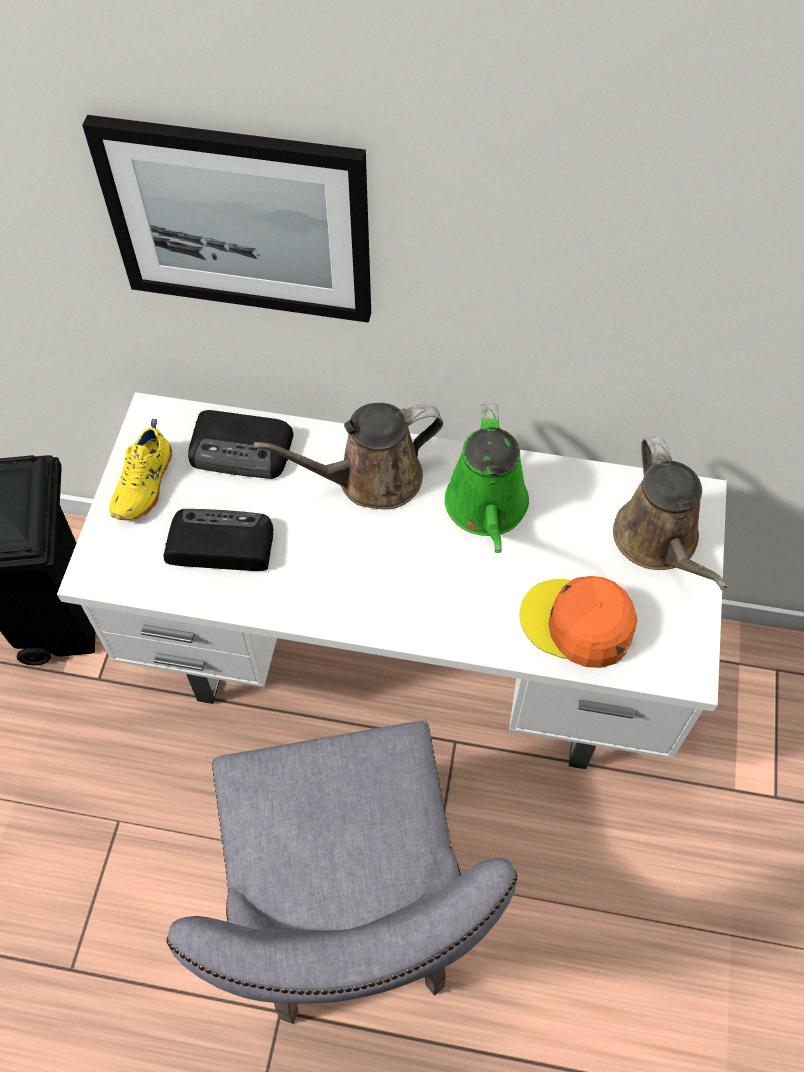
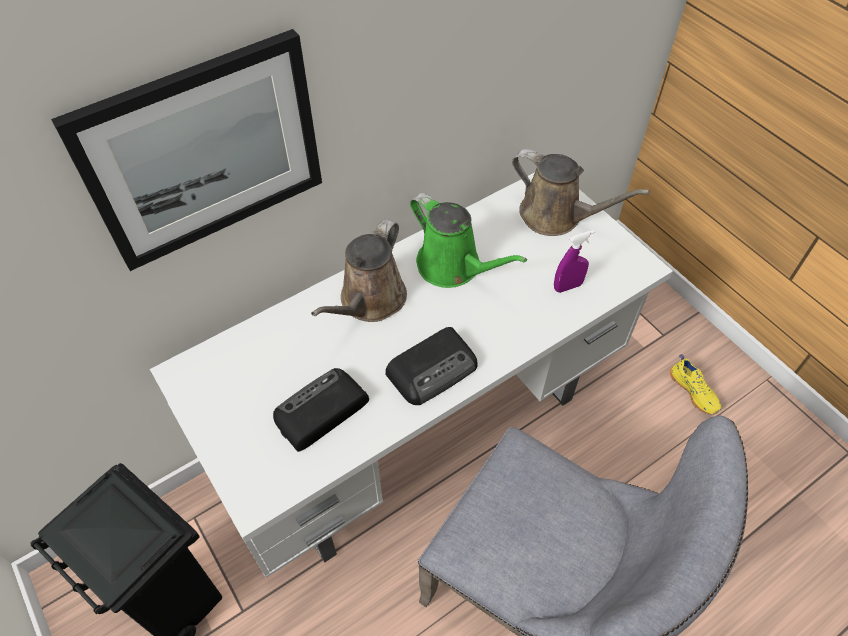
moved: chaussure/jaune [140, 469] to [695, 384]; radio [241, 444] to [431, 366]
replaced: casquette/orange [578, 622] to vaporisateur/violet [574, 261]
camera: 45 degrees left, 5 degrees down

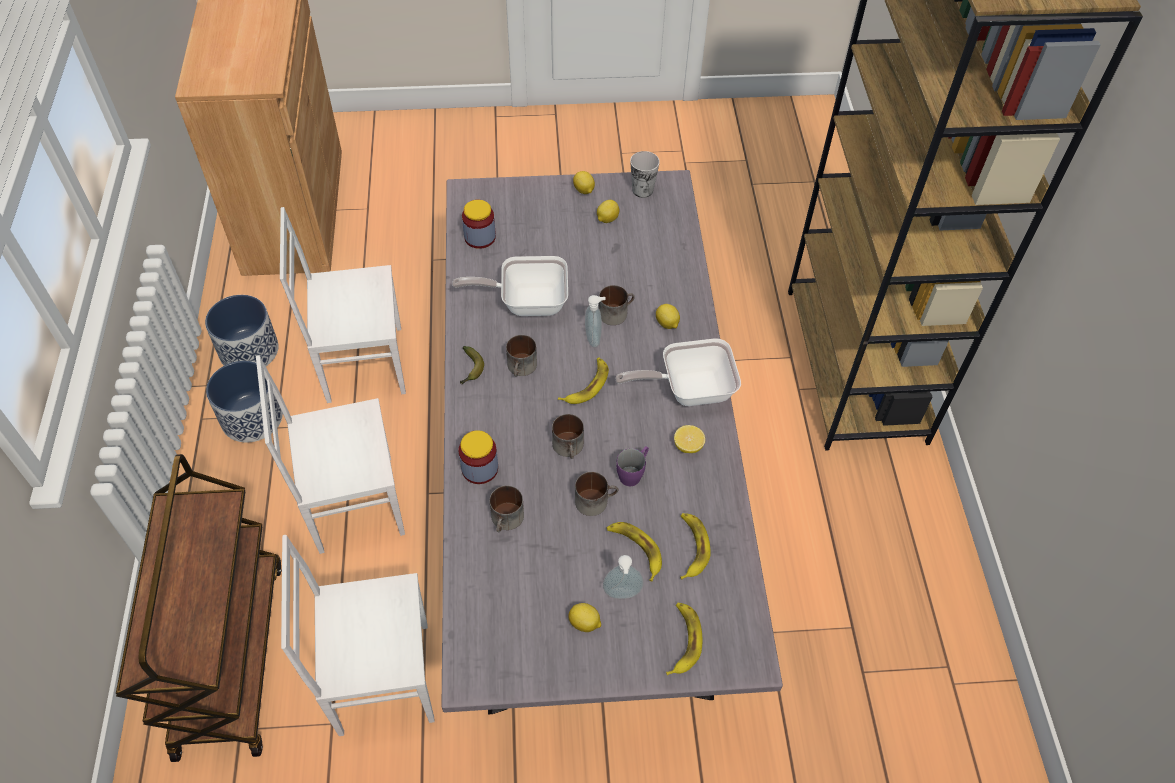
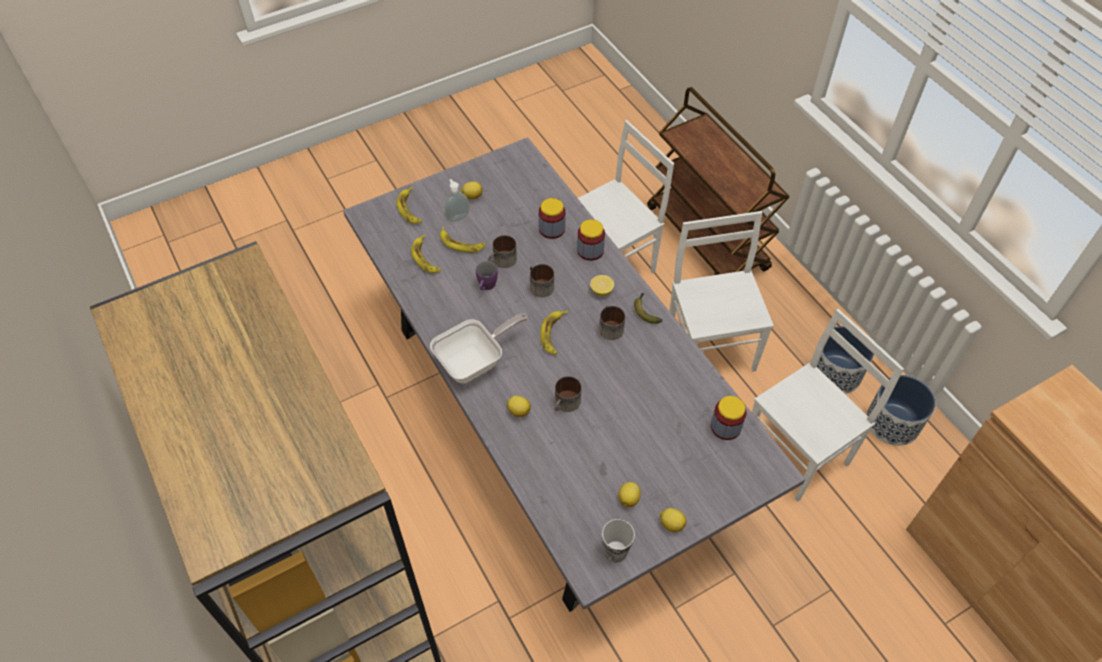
removed: poêle [510, 286]; distributeur de savon [595, 321]
moved: citron [689, 439] to [602, 285]
replaced: mug [507, 509] to bocal [552, 218]
turned: chaise/blanc [330, 454] = [721, 291] 60 degrees counterclockwise
camera: 155 degrees right, 0 degrees up

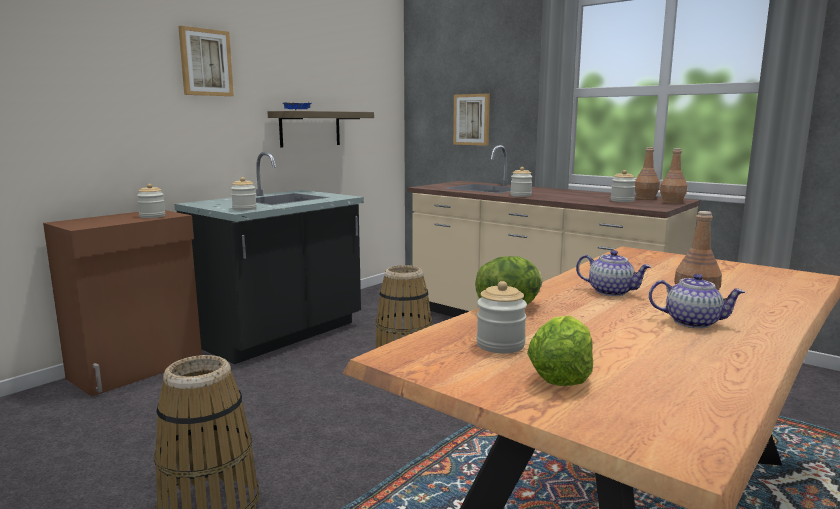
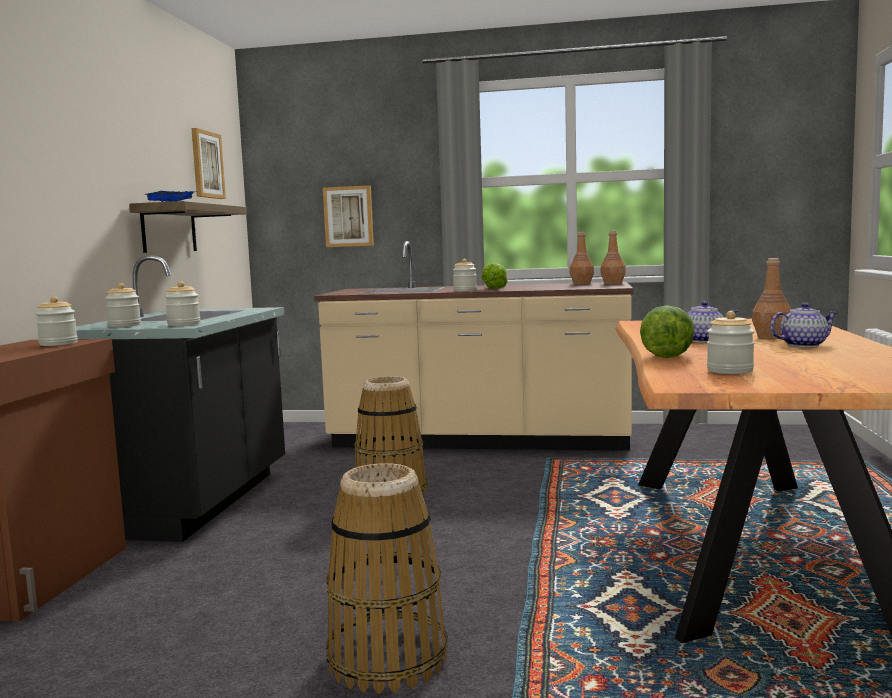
moved: tableau [206, 61] to [208, 163]; laitue [560, 350] to [494, 275]; bocal [623, 186] to [123, 305]
camera: 30 degrees left, 5 degrees down

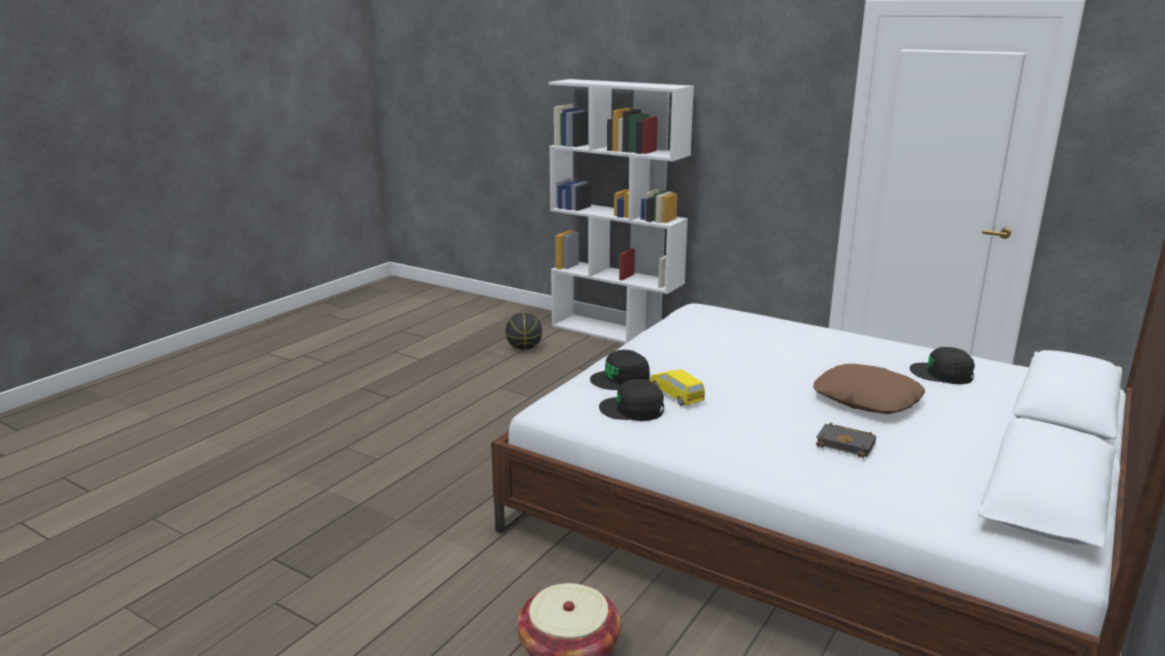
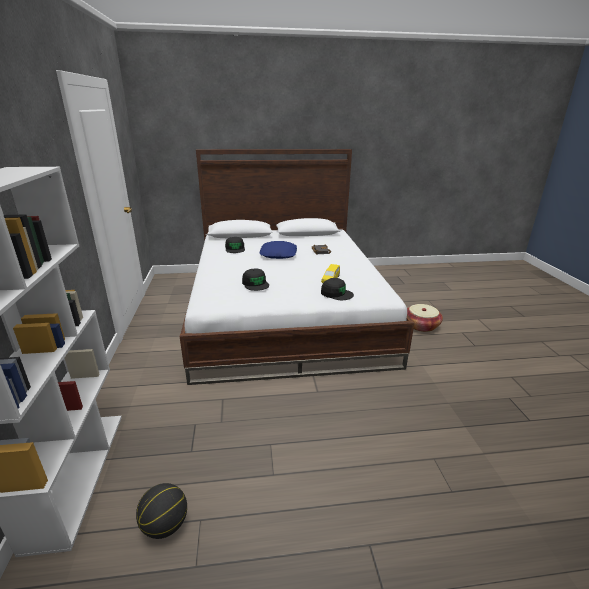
moved: casquette/noir [631, 400] to [255, 279]
recoloured: coussin/marron [869, 389] to coussin/bleu [278, 250]
camera: 130 degrees left, 5 degrees up

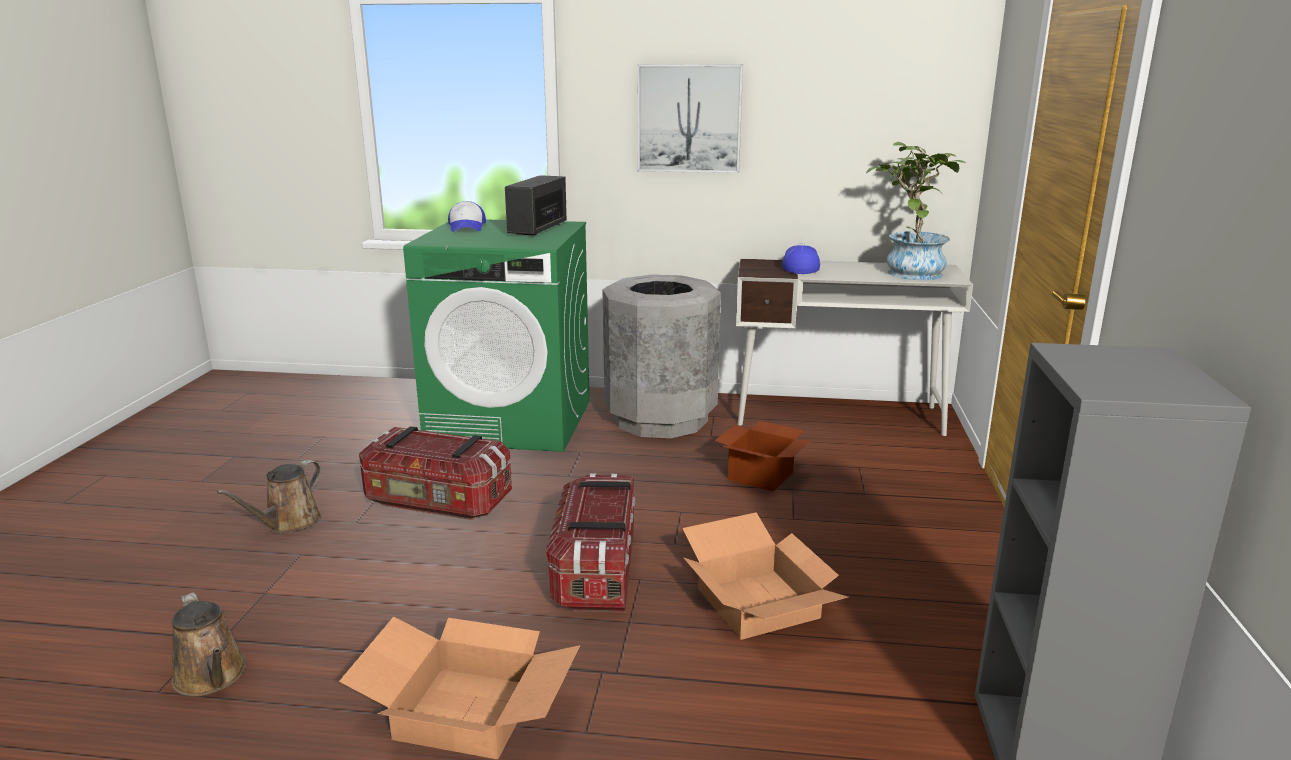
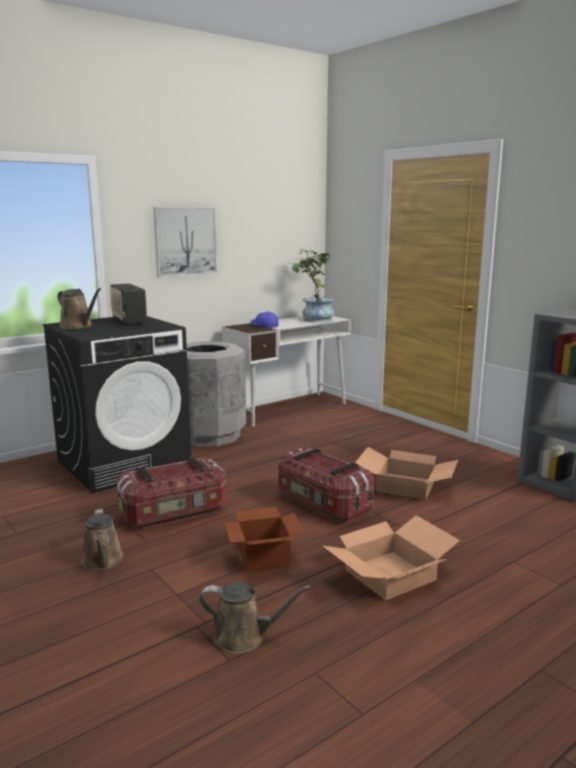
moved: carton [762, 456] to [264, 539]
replaced: casquette [467, 216] to arrosoir/marron [79, 308]
recoloured: lave-linge/vert [496, 336] to lave-linge/noir [117, 404]
camera: 45 degrees left, 5 degrees down

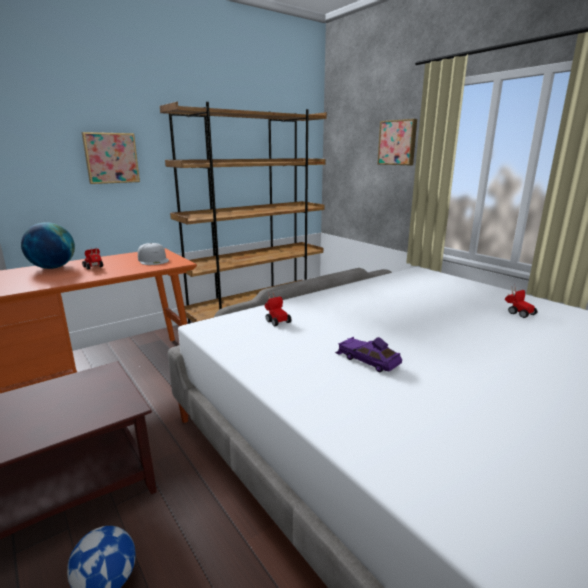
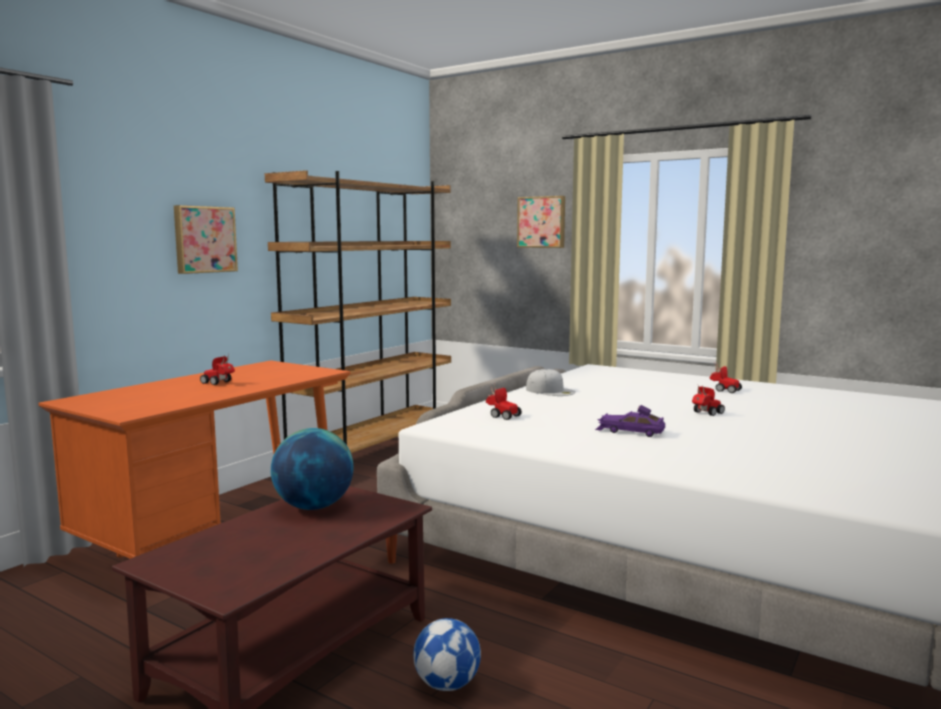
added: petite voiture [708, 401]
moved: globe [48, 245] to [312, 469]; casquette/blanc [153, 254] to [551, 382]
camera: 20 degrees left, 10 degrees down

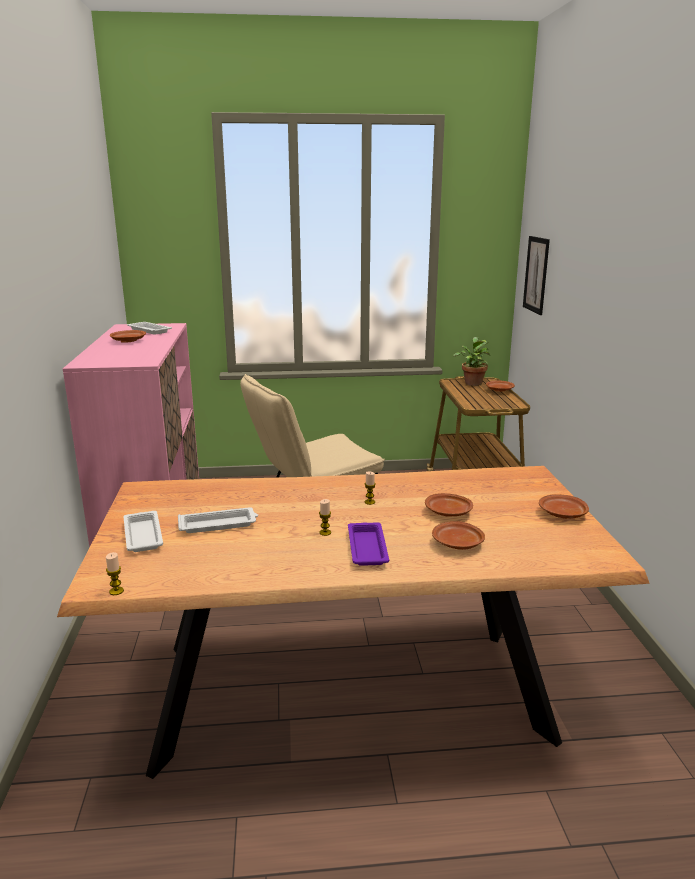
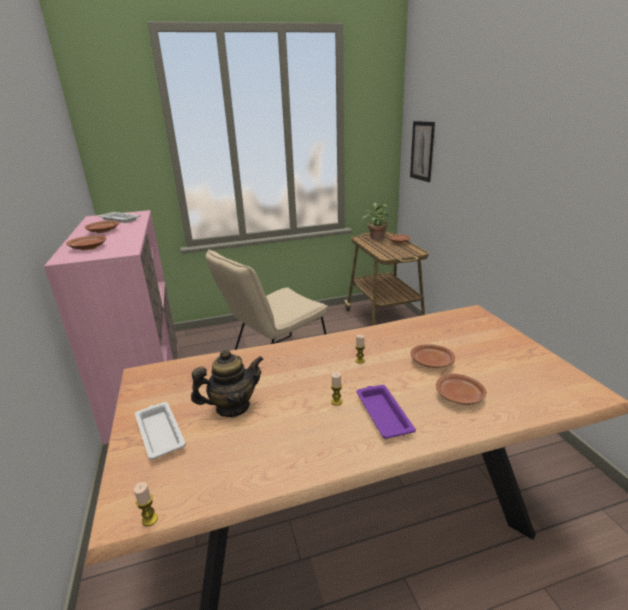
moved: assiette/marron [564, 506] to [86, 242]
replaced: plateau/blanc [218, 520] to théière [227, 383]
camera: 10 degrees left, 5 degrees up

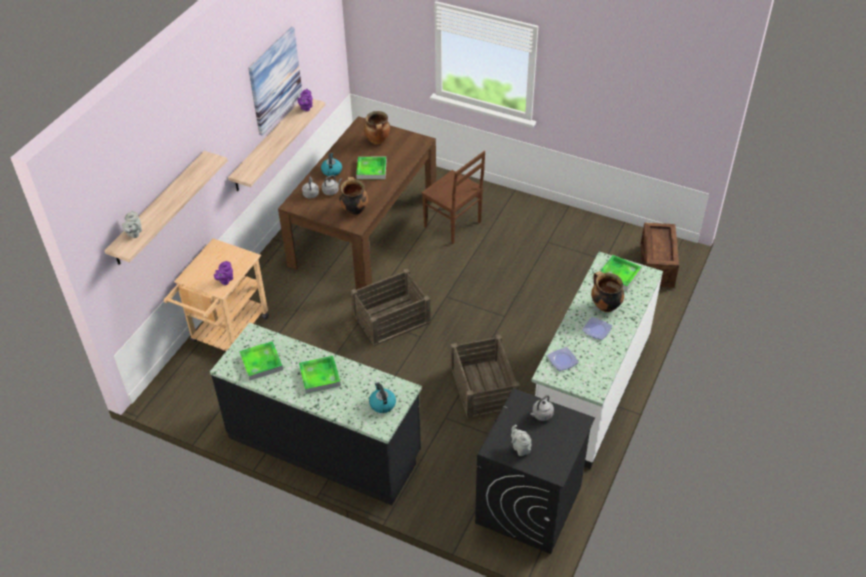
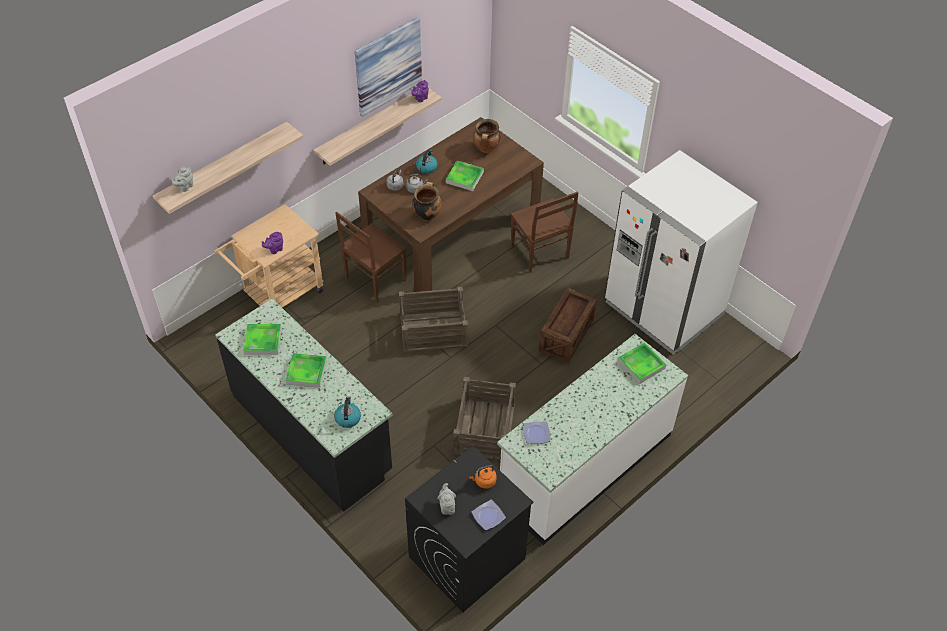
removed: marmite [607, 291]
added: chaise/marron [371, 257]; réfrigérateur/blanc [681, 252]
moved: assiette [597, 328] to [488, 515]; caisse [659, 255] to [568, 326]
recoloured: bouilloire/gris [542, 408] to bouilloire/orange [483, 477]
camera: 20 degrees right, 5 degrees up

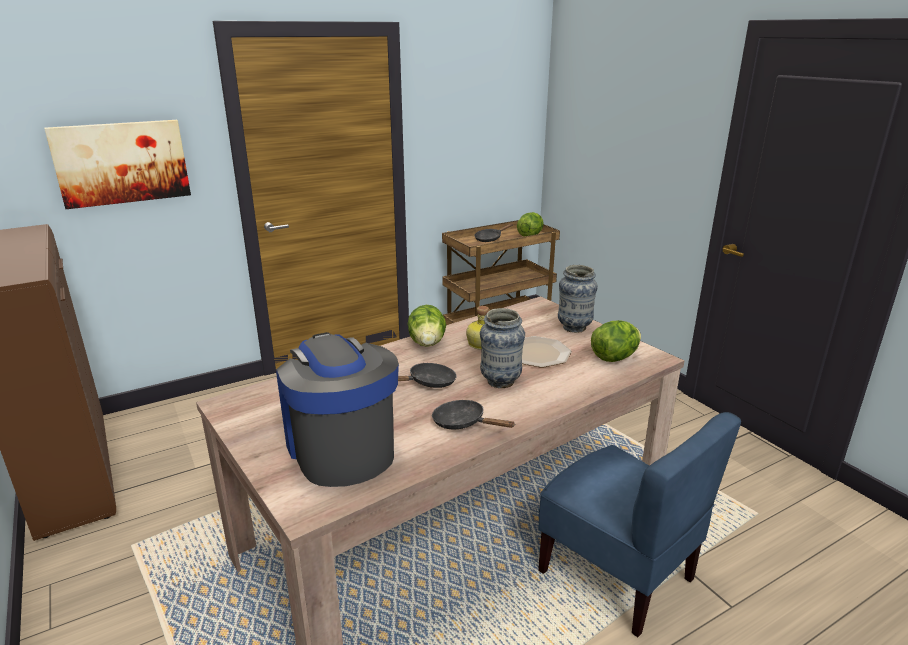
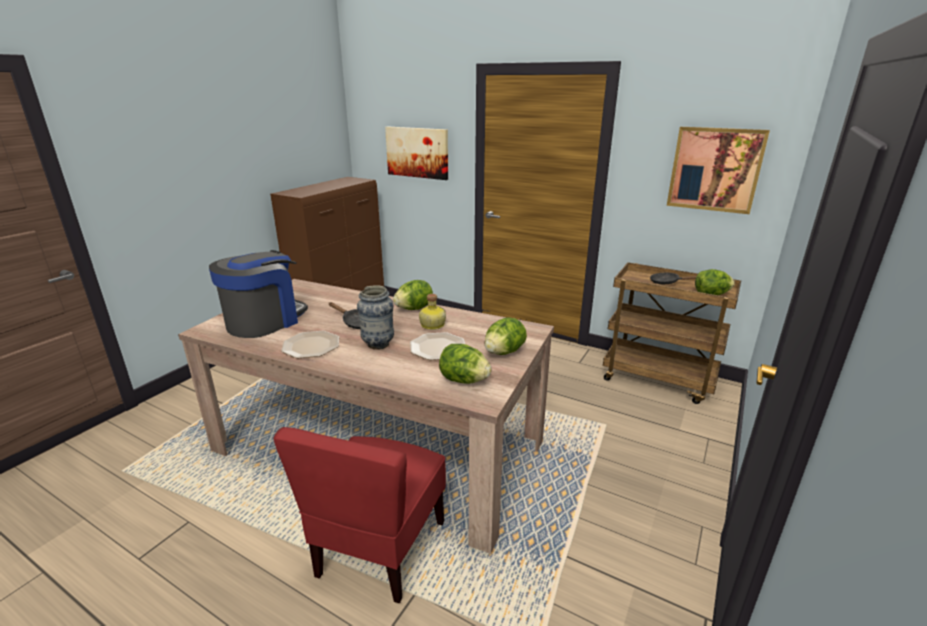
added: tableau [718, 170]
replaced: poêle/noir [473, 414] to assiette [310, 344]; vase [578, 299] to laitue [505, 336]
recoloured: chaise/bleu [639, 524] to chaise/rouge [360, 515]
camera: 60 degrees right, 0 degrees up

